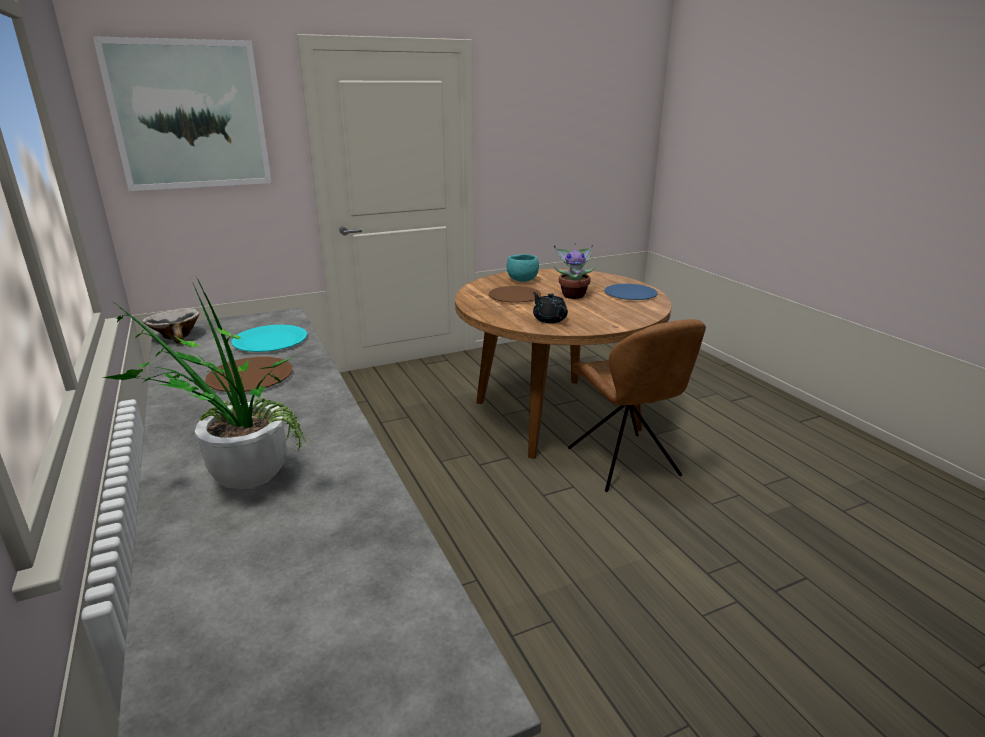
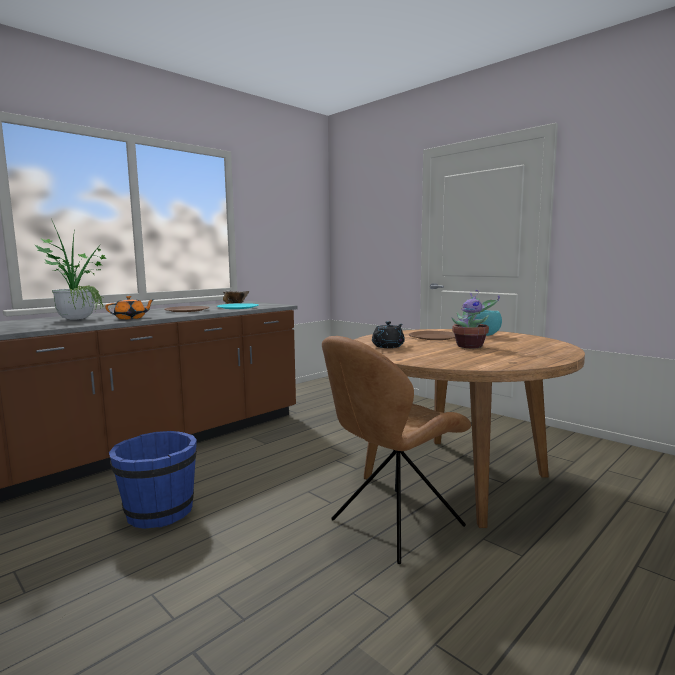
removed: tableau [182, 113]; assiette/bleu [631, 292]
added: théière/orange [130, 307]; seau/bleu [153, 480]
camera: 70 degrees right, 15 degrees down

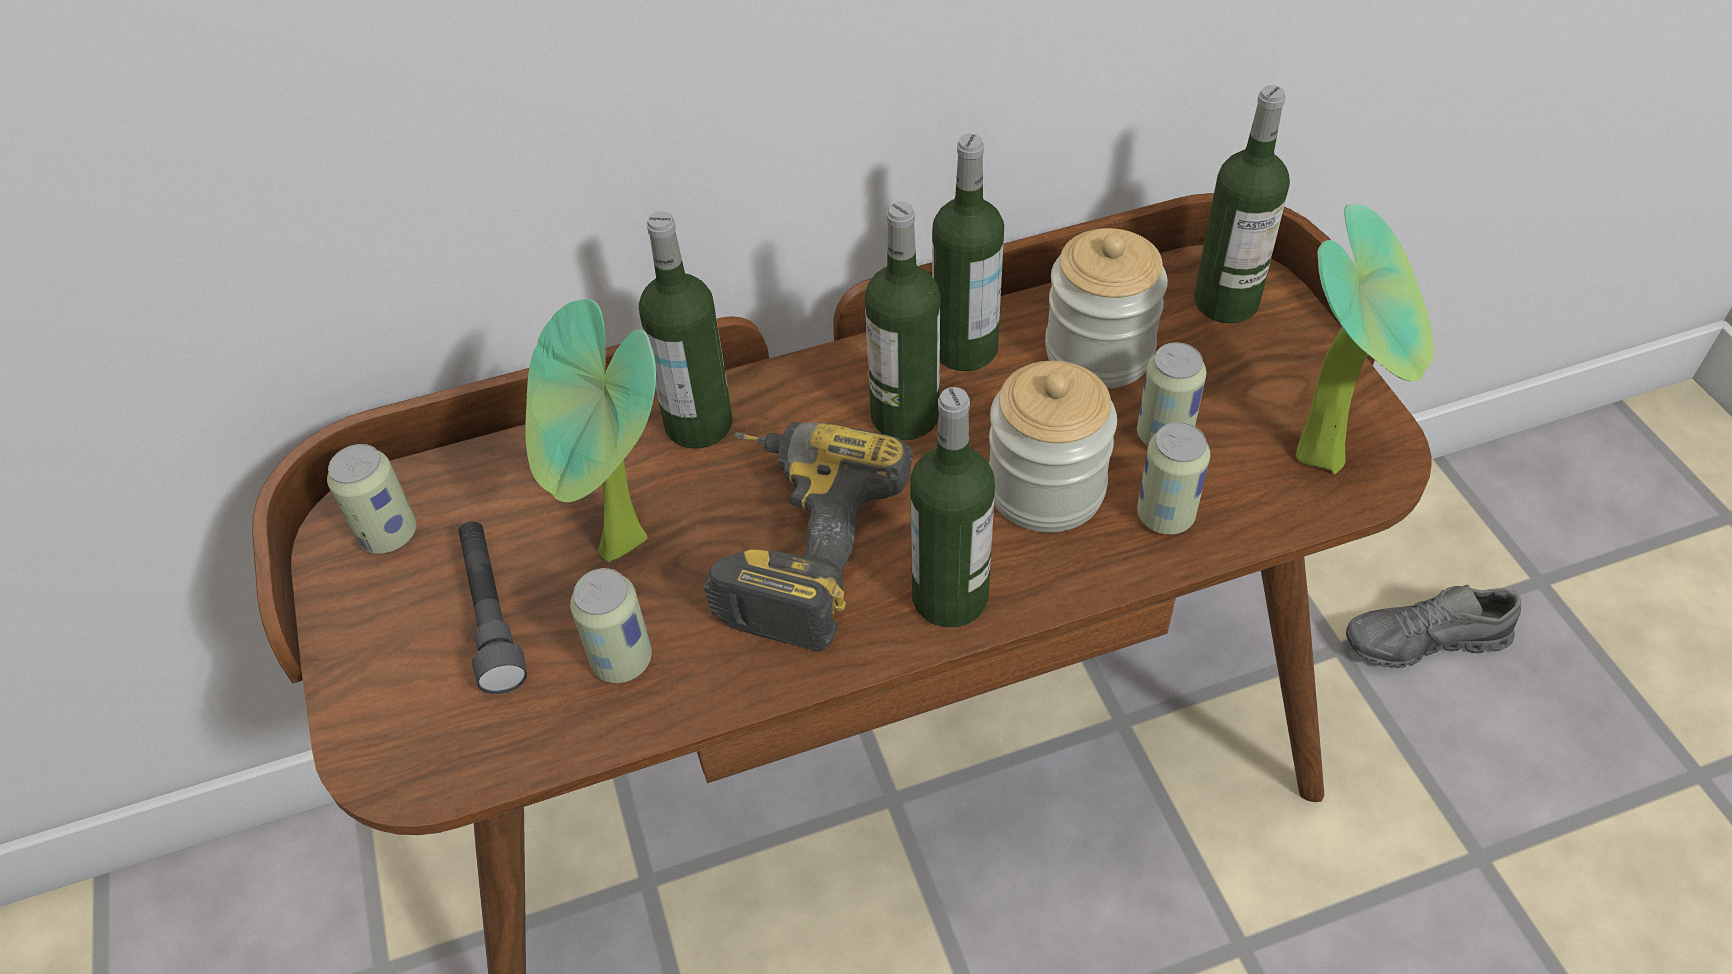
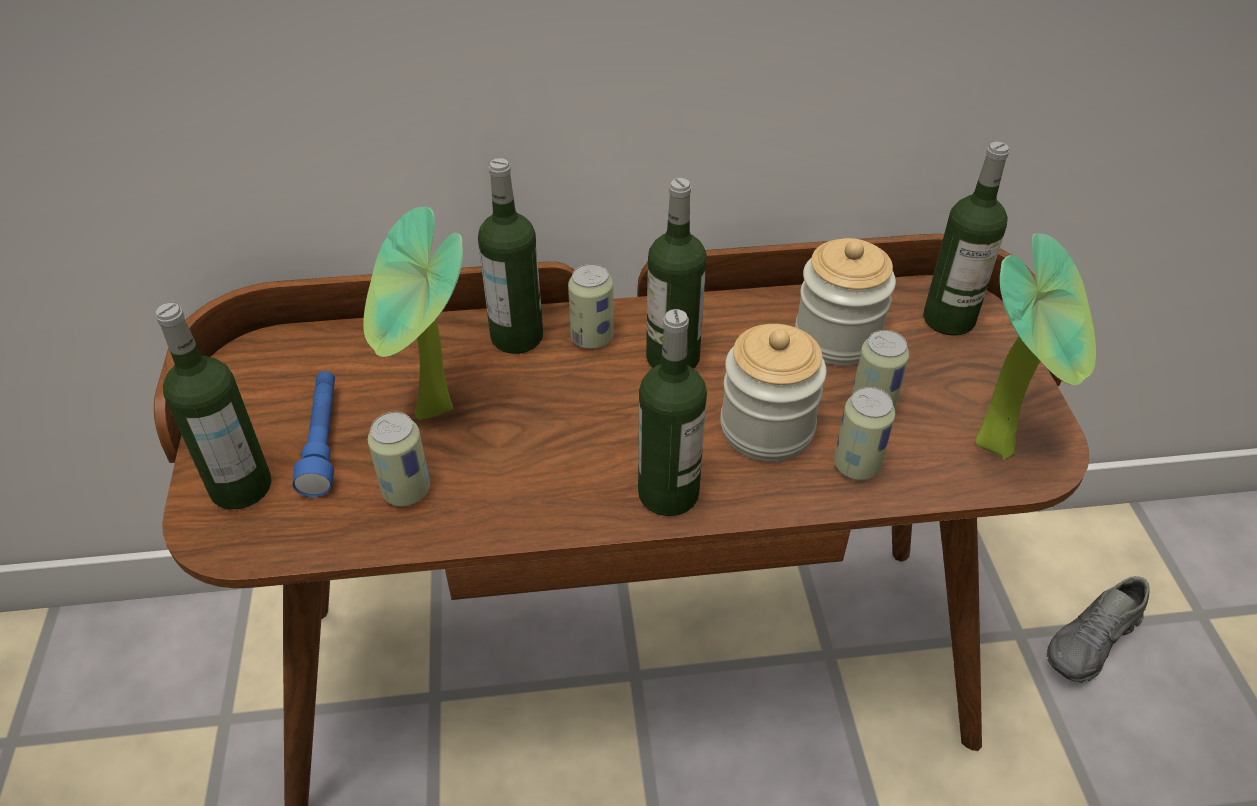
removed: perceuse [808, 537]
moved: boîte métallique [372, 499] to [591, 306]; bouteille [968, 252] to [214, 406]
recoloured: lampe de poche/gris [493, 607] to lampe de poche/bleu [314, 434]
turned: chaussure/gris [1433, 626] = [1098, 629] 45 degrees counterclockwise
camera: 10 degrees right, 5 degrees down

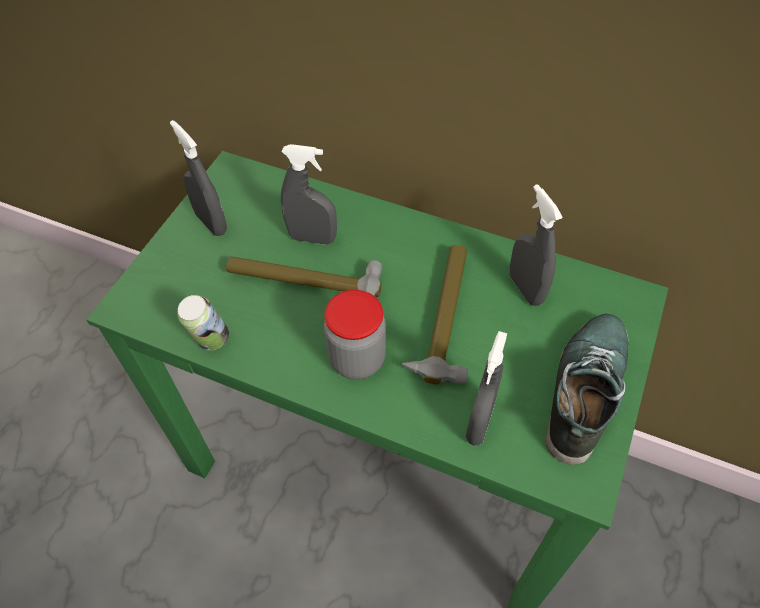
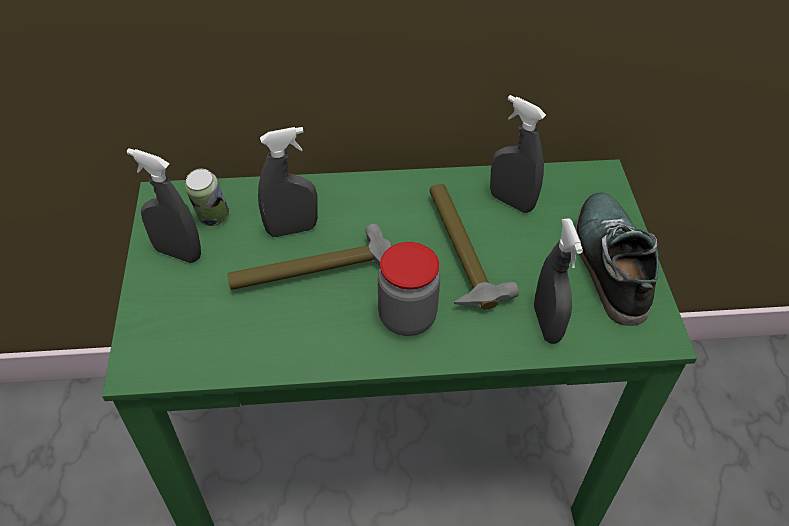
moved: boîte métallique [203, 323] to [207, 197]
camera: 30 degrees left, 5 degrees down

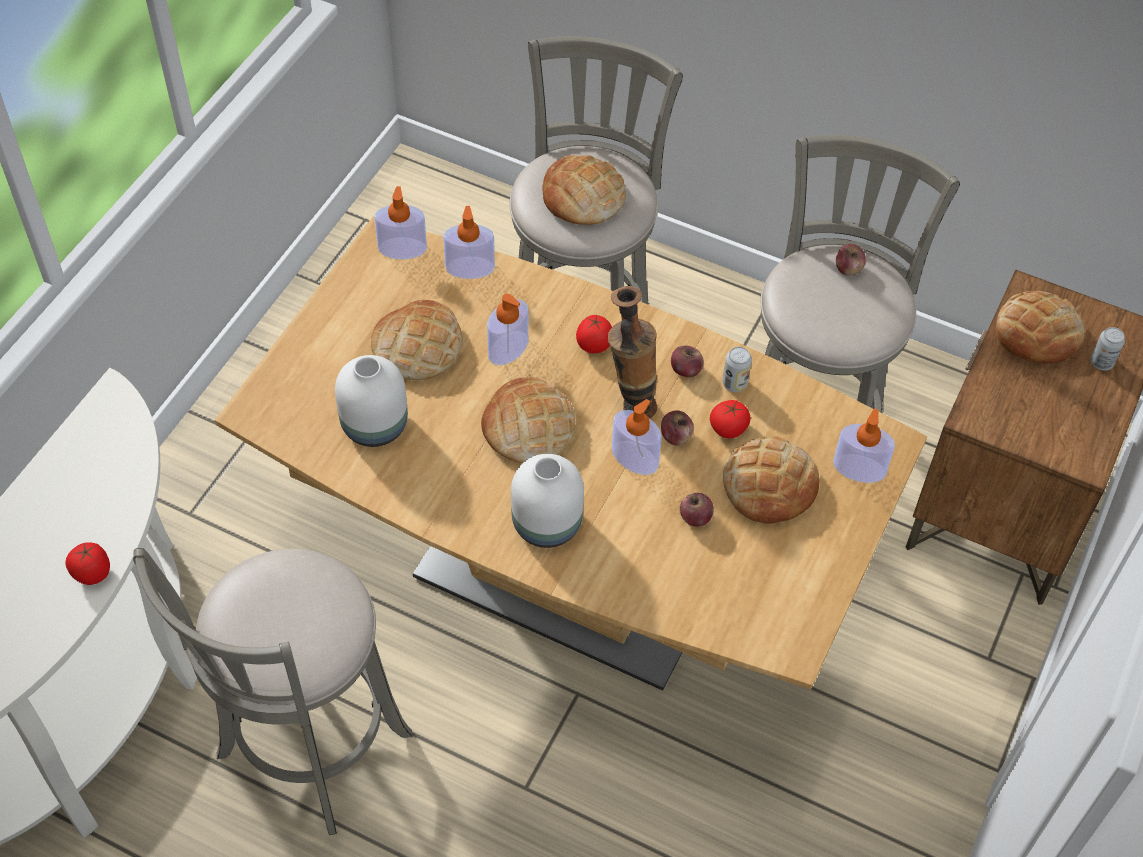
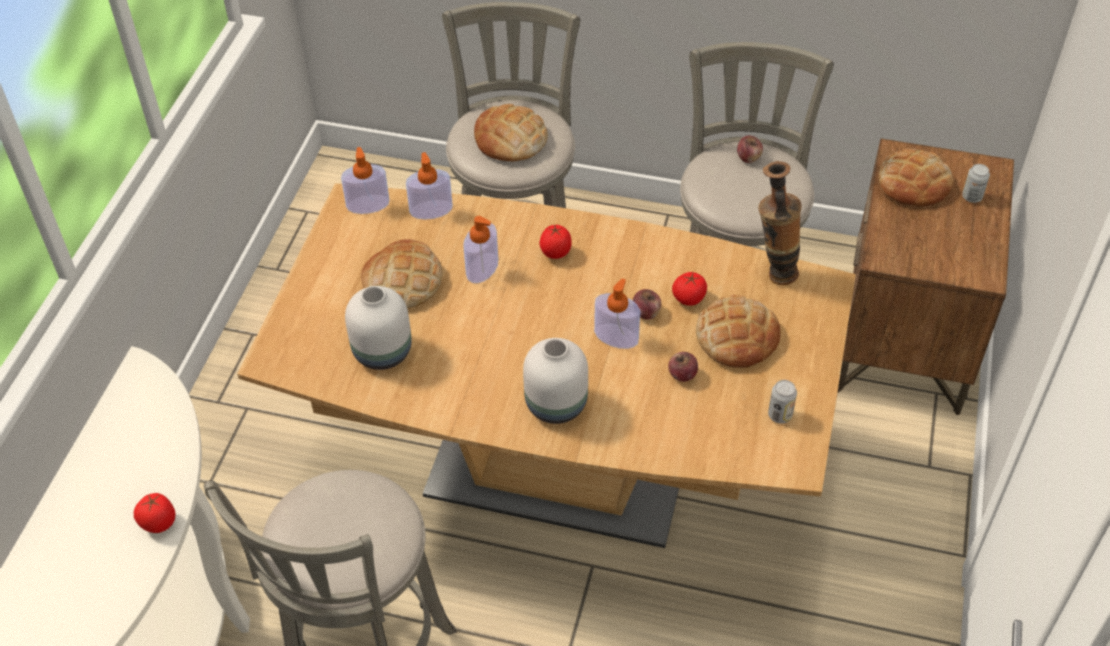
removed: pain [528, 420]; pomme [687, 361]; distributeur de savon [864, 445]
moved: vase [632, 352] to [779, 223]; boîte métallique [737, 369] to [782, 401]
camera: 10 degrees left, 5 degrees down

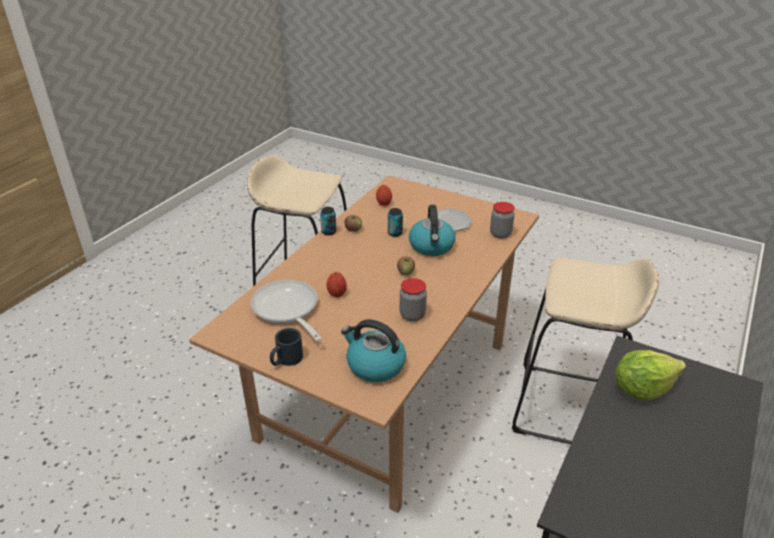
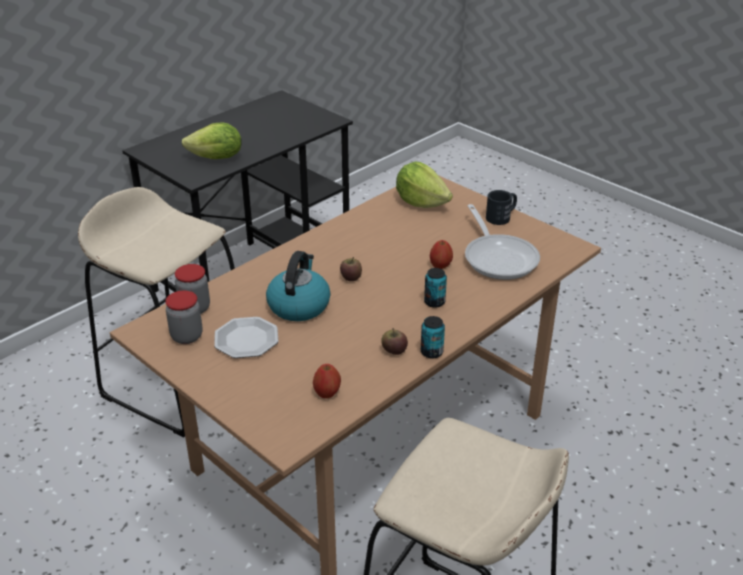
moved: boîte métallique [395, 222] to [435, 288]; bocal [413, 300] to [183, 317]
replaced: bouilloire [373, 350] to laitue [424, 184]
camera: 165 degrees left, 0 degrees up

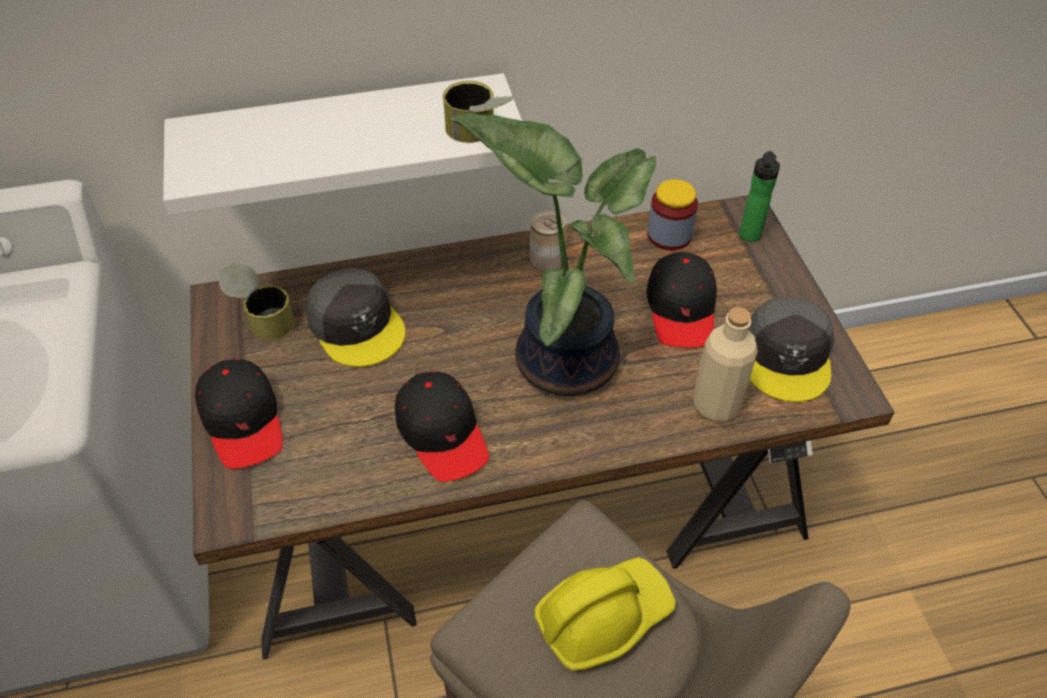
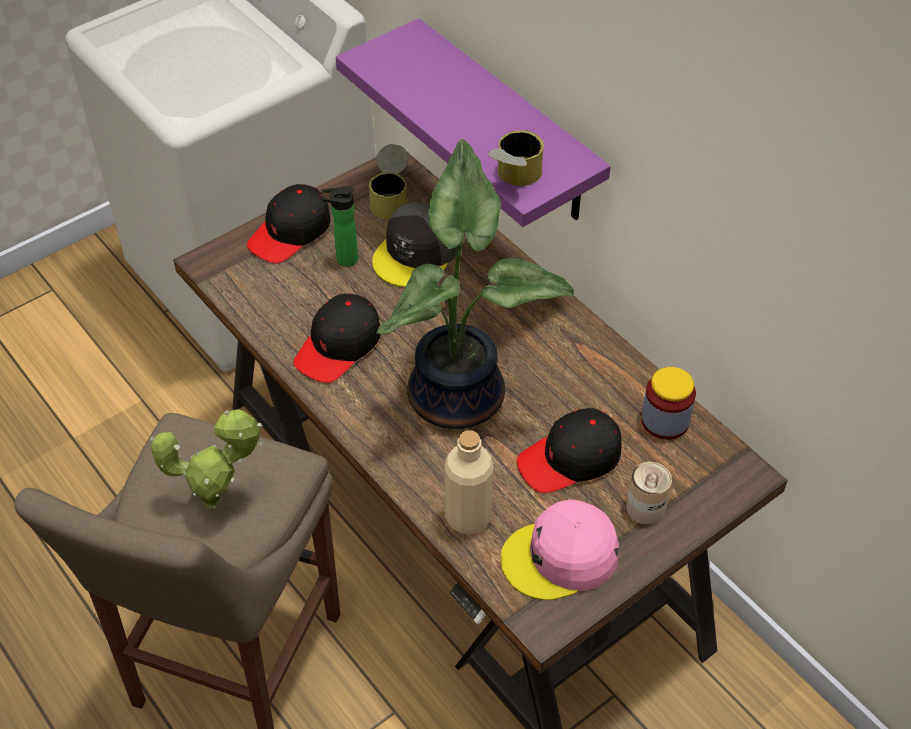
moved: boîte métallique [548, 241] to [649, 493]; bouteille [759, 196] to [339, 226]
replaced: casque de chantier/jaune [605, 614] to plante en pot [206, 458]
recoloured: étagère/blanc [342, 144] to étagère/violet [473, 122]; casquette/gris [791, 349] to casquette/rose [560, 549]
camera: 65 degrees right, 0 degrees up

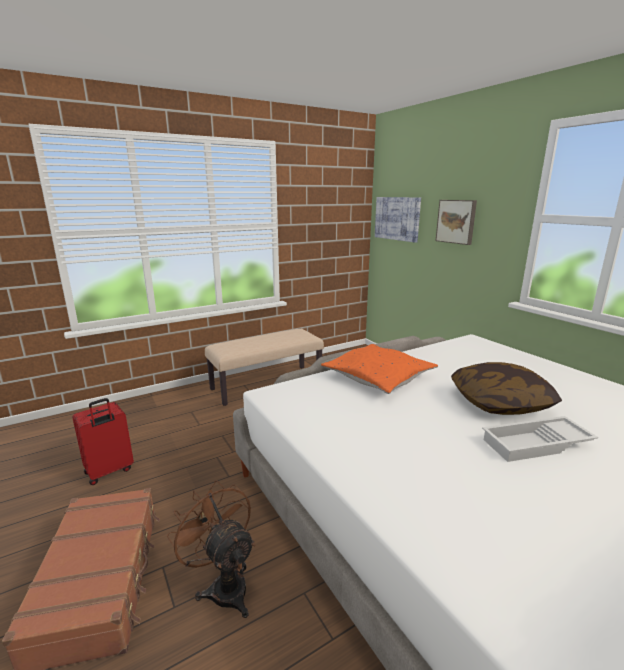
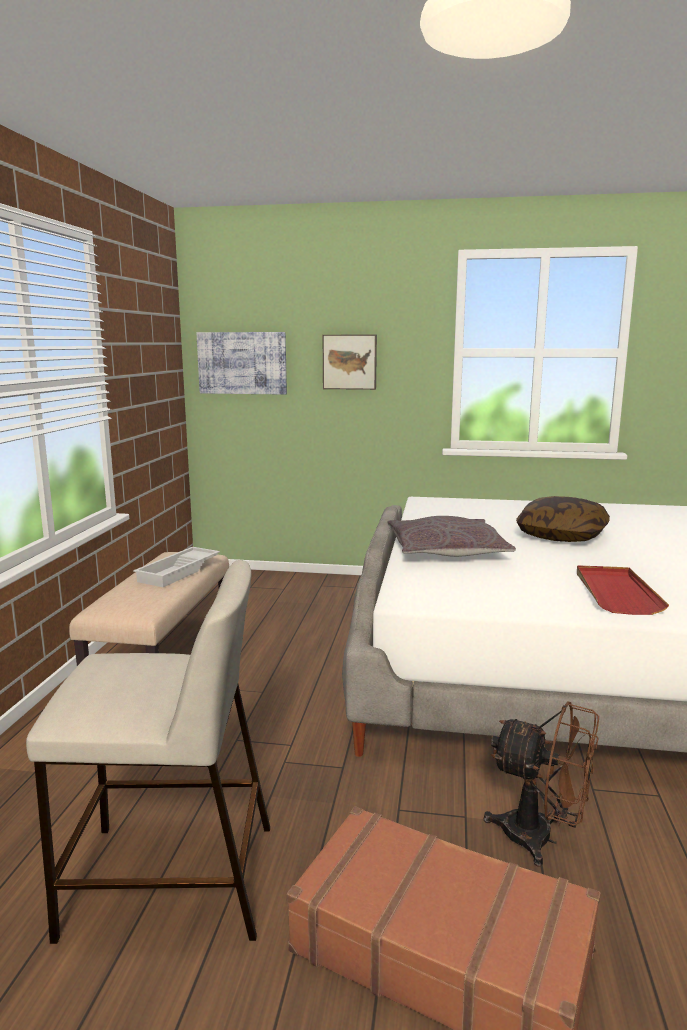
added: plateau/rouge [623, 590]
moved: plateau/blanc [540, 439] to [176, 567]
replaced: valise/rouge [103, 441] to tabouret/beige [148, 752]
recoloured: coussin/orange [379, 369] to coussin/gris [452, 536]
turned: ventilateur/marron [211, 549] = [541, 784] 150 degrees counterclockwise
camera: 50 degrees left, 5 degrees down

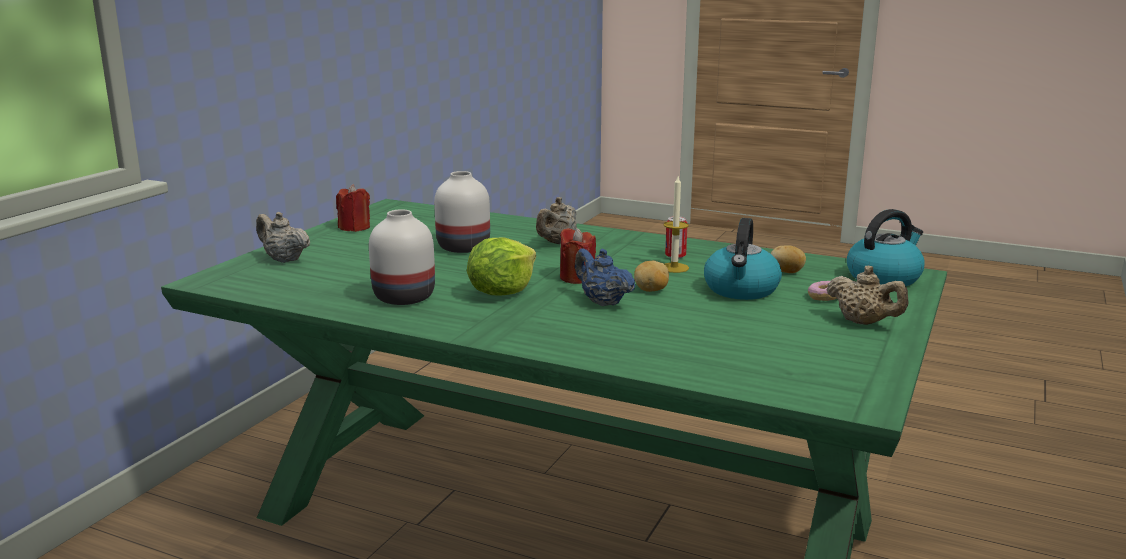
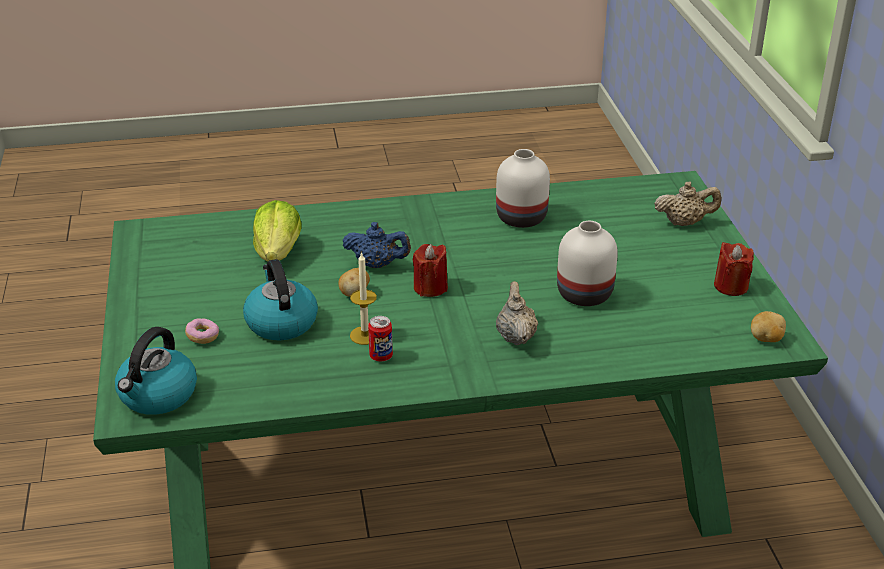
removed: théière/beige [867, 295]
moved: laitue [501, 267] to [277, 230]; pomme de terre [788, 259] to [768, 326]
camera: 145 degrees right, 15 degrees up

